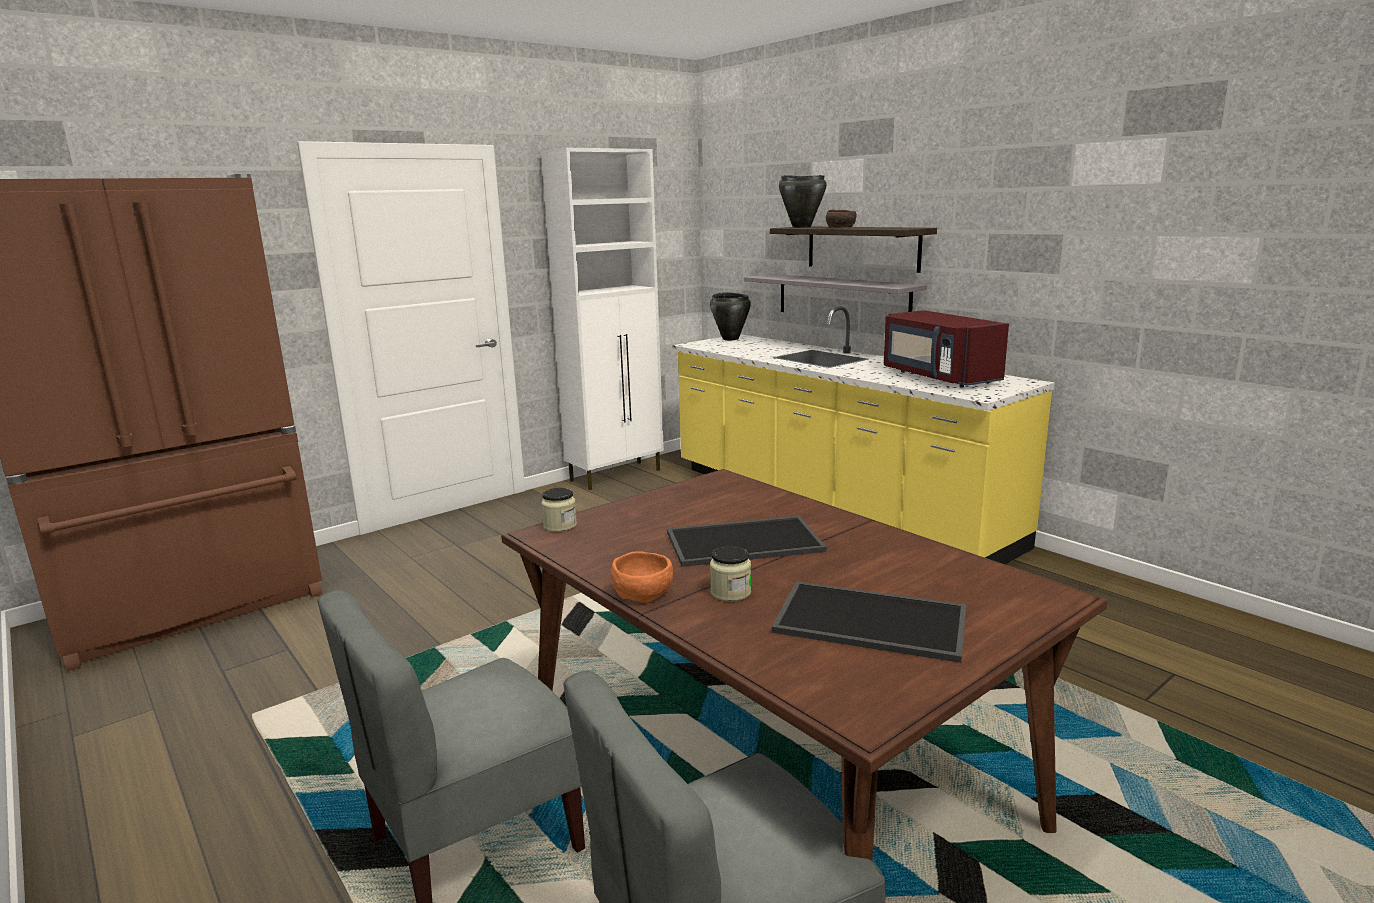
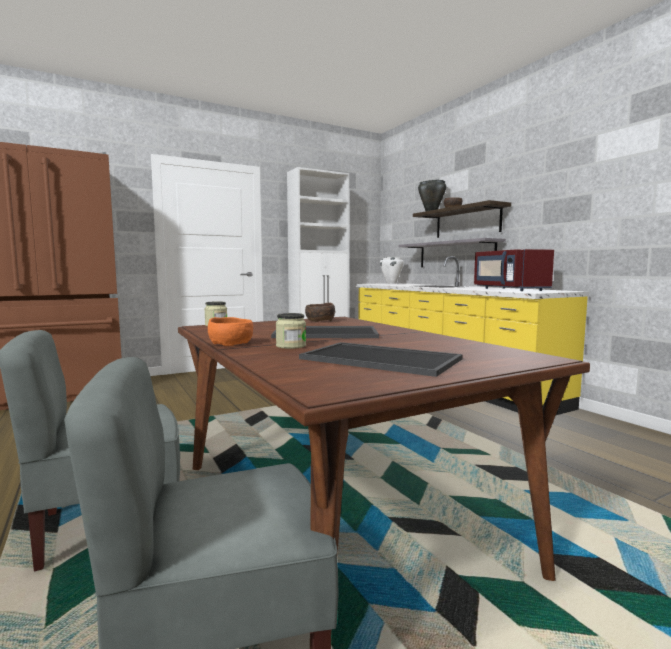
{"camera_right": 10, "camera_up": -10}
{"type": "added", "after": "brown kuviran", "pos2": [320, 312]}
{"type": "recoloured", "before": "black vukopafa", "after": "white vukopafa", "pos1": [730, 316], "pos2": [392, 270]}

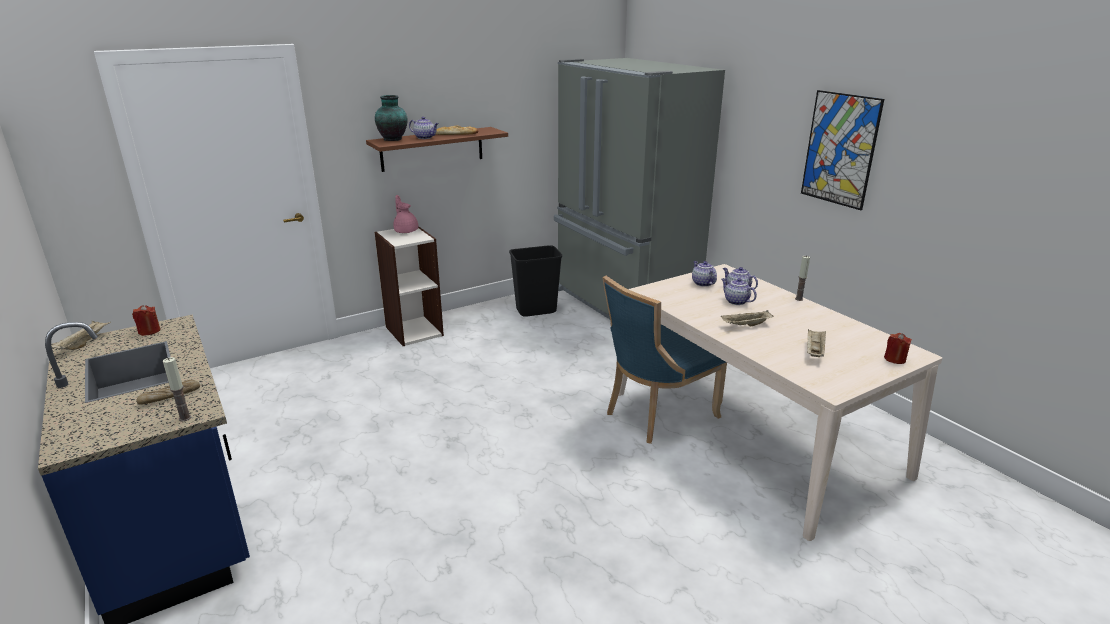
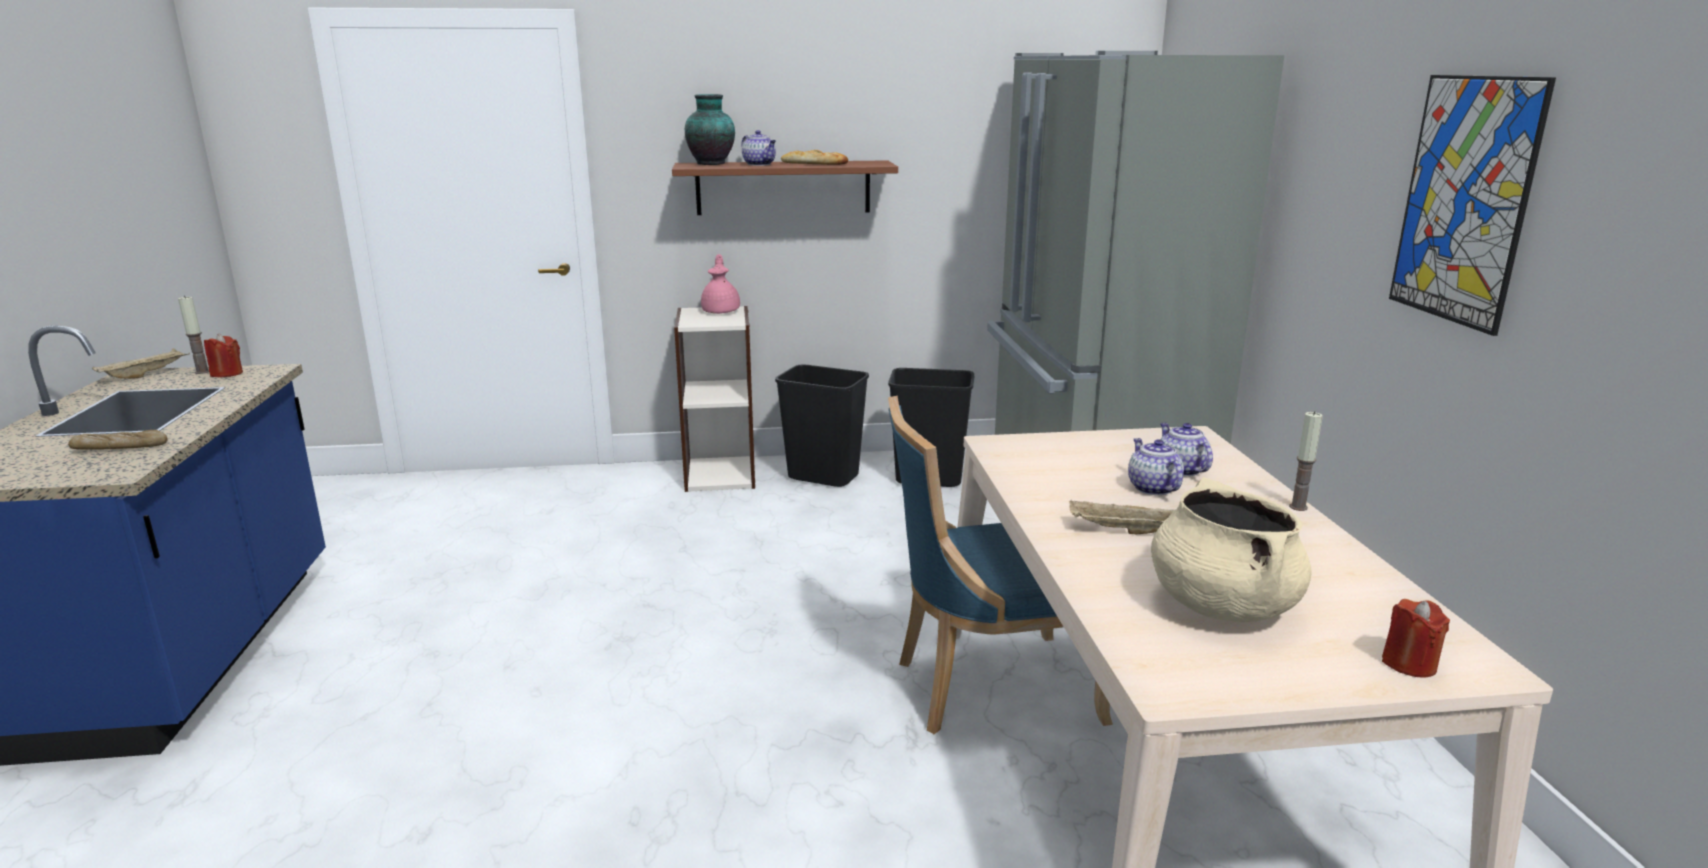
{"camera_right": 25, "camera_up": -5}
{"type": "moved", "before": "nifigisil", "pos1": [177, 389], "pos2": [193, 335]}
{"type": "added", "after": "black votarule", "pos2": [822, 426]}
{"type": "replaced", "before": "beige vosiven", "after": "beige vukopafa", "pos1": [816, 343], "pos2": [1231, 549]}
{"type": "removed", "before": "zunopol", "pos1": [704, 274]}

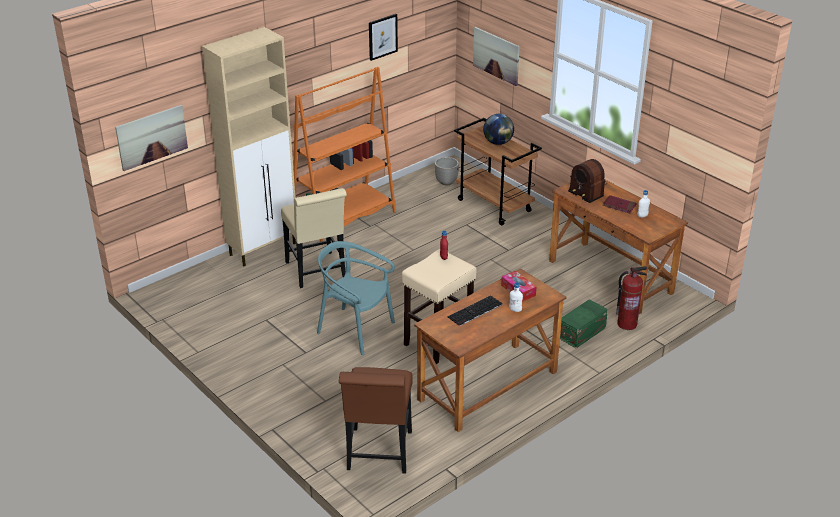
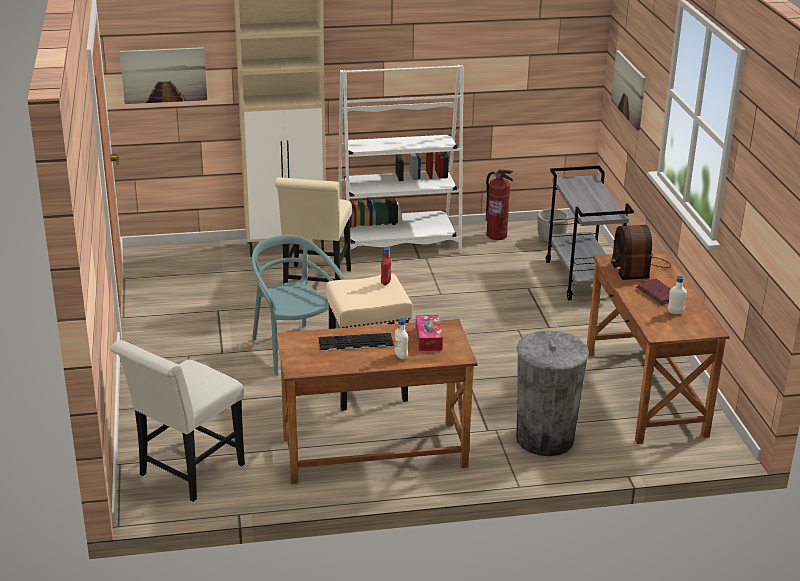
{"camera_right": 30, "camera_up": -5}
{"type": "recoloured", "before": "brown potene", "after": "white potene", "pos1": [376, 420], "pos2": [177, 421]}
{"type": "recoloured", "before": "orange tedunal", "after": "white tedunal", "pos1": [344, 156], "pos2": [400, 159]}
{"type": "moved", "before": "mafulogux", "pos1": [631, 298], "pos2": [499, 204]}
{"type": "replaced", "before": "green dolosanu", "after": "grey votarule", "pos1": [584, 323], "pos2": [552, 393]}
{"type": "recoloured", "before": "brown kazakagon", "after": "grey kazakagon", "pos1": [498, 171], "pos2": [590, 233]}
{"type": "removed", "before": "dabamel", "pos1": [383, 37]}
{"type": "removed", "before": "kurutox", "pos1": [498, 129]}

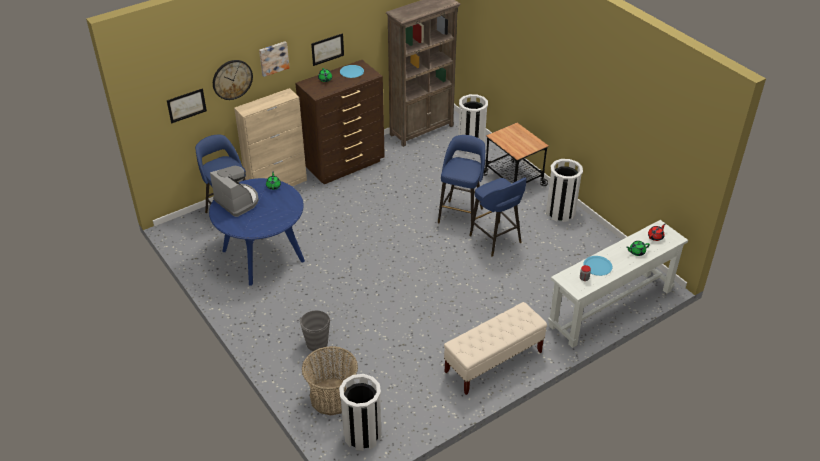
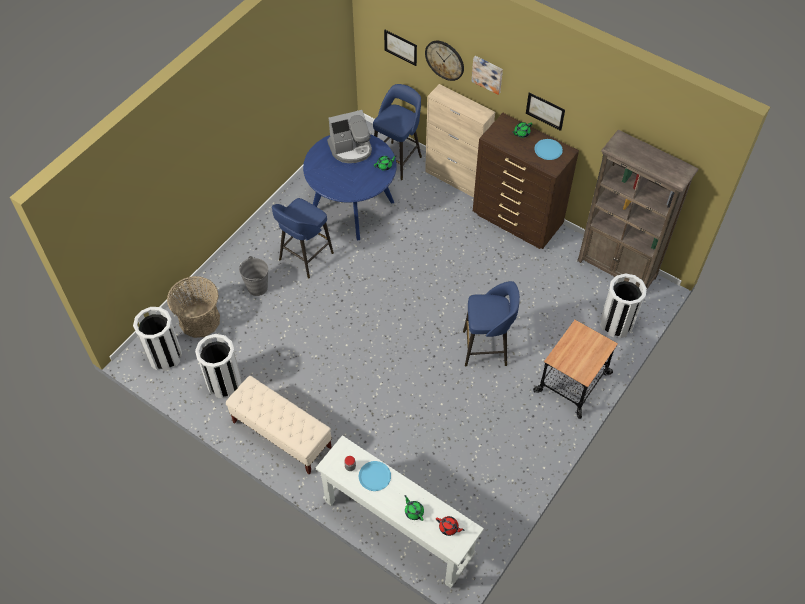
{"camera_right": 70, "camera_up": 15}
{"type": "moved", "before": "white votarule", "pos1": [564, 190], "pos2": [218, 366]}
{"type": "moved", "before": "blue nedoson", "pos1": [498, 217], "pos2": [303, 238]}
{"type": "turned", "before": "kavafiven", "pos1": [234, 191], "pos2": [349, 136], "turn": 45}

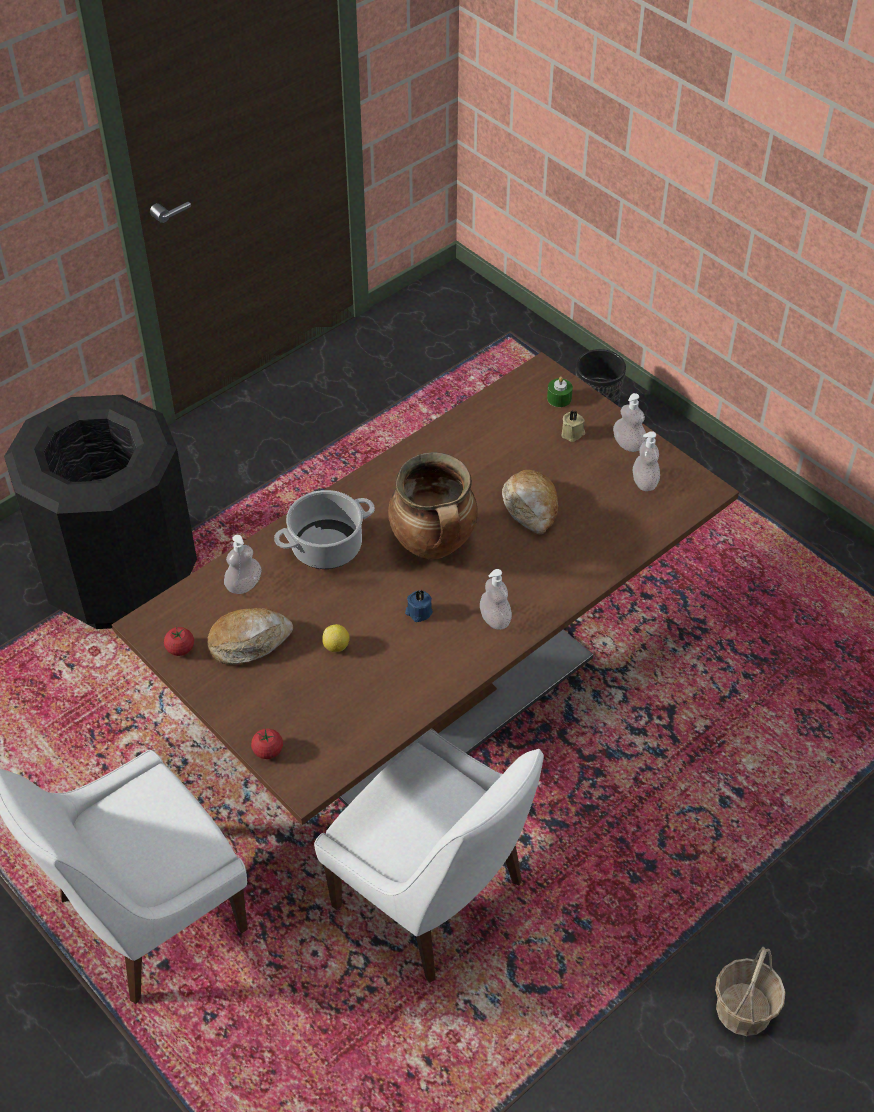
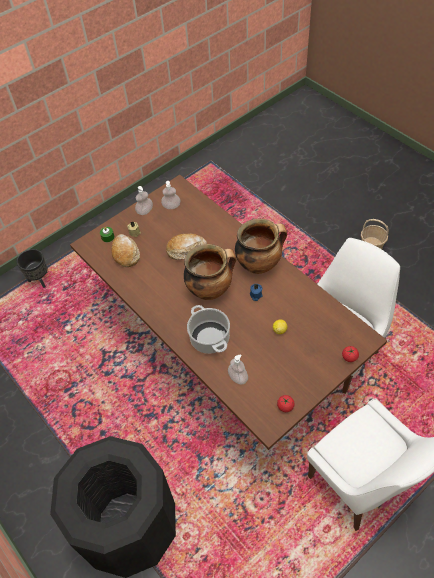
{"camera_right": -85, "camera_up": 5}
{"type": "moved", "before": "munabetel", "pos1": [250, 636], "pos2": [125, 250]}
{"type": "replaced", "before": "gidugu", "after": "vukopafa", "pos1": [496, 599], "pos2": [261, 246]}

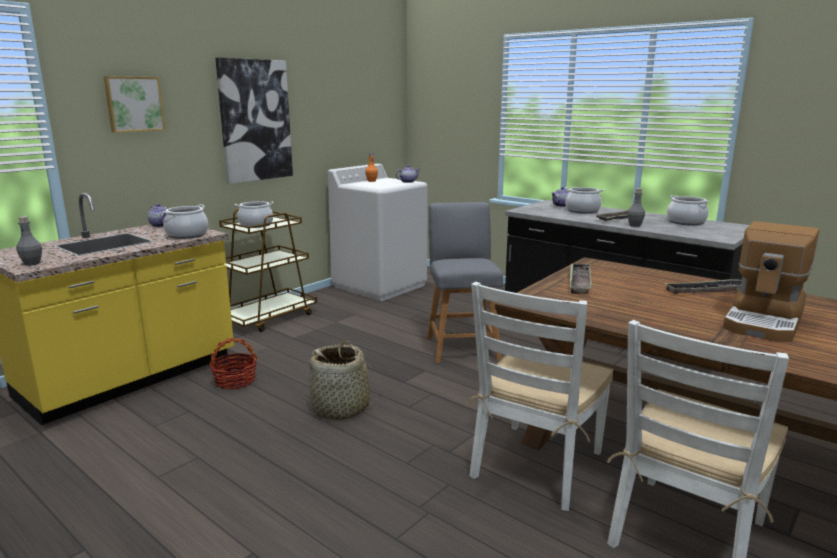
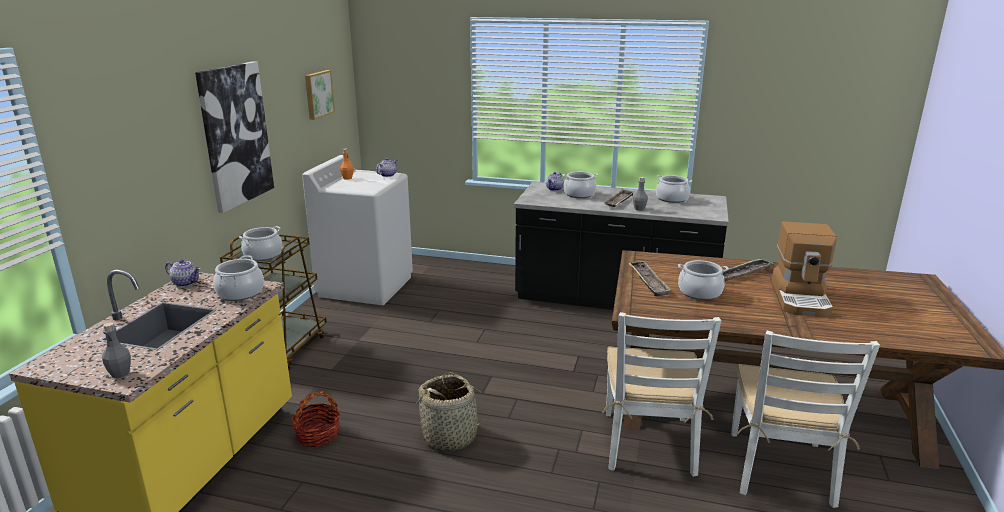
{"camera_right": -25, "camera_up": 5}
{"type": "moved", "before": "dabamel", "pos1": [134, 104], "pos2": [320, 95]}
{"type": "added", "after": "vukopafa", "pos2": [703, 280]}
{"type": "removed", "before": "grey potene", "pos1": [465, 282]}

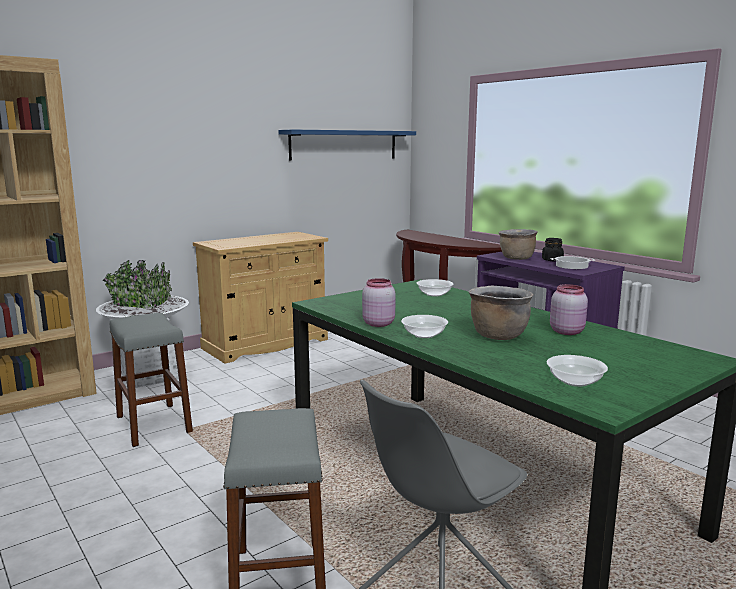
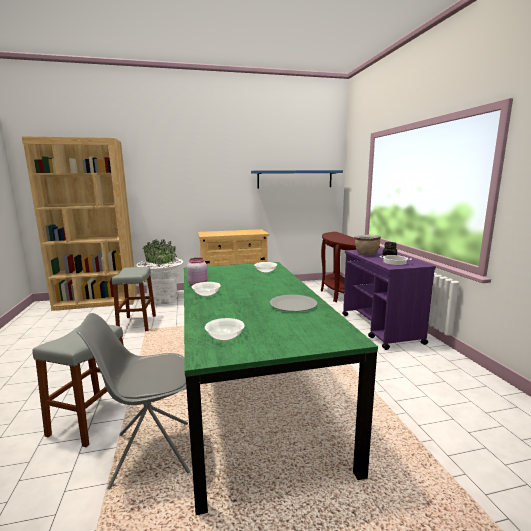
{"camera_right": 25, "camera_up": 0}
{"type": "replaced", "before": "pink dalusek", "after": "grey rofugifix", "pos1": [569, 309], "pos2": [293, 303]}
{"type": "removed", "before": "brown vukopafa", "pos1": [501, 313]}

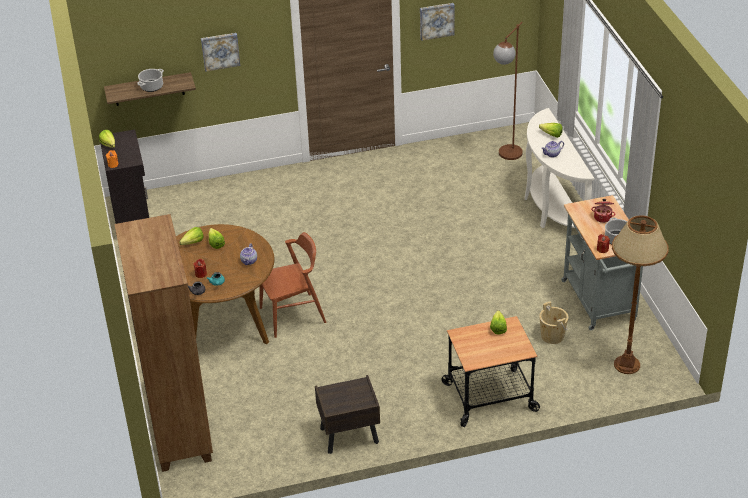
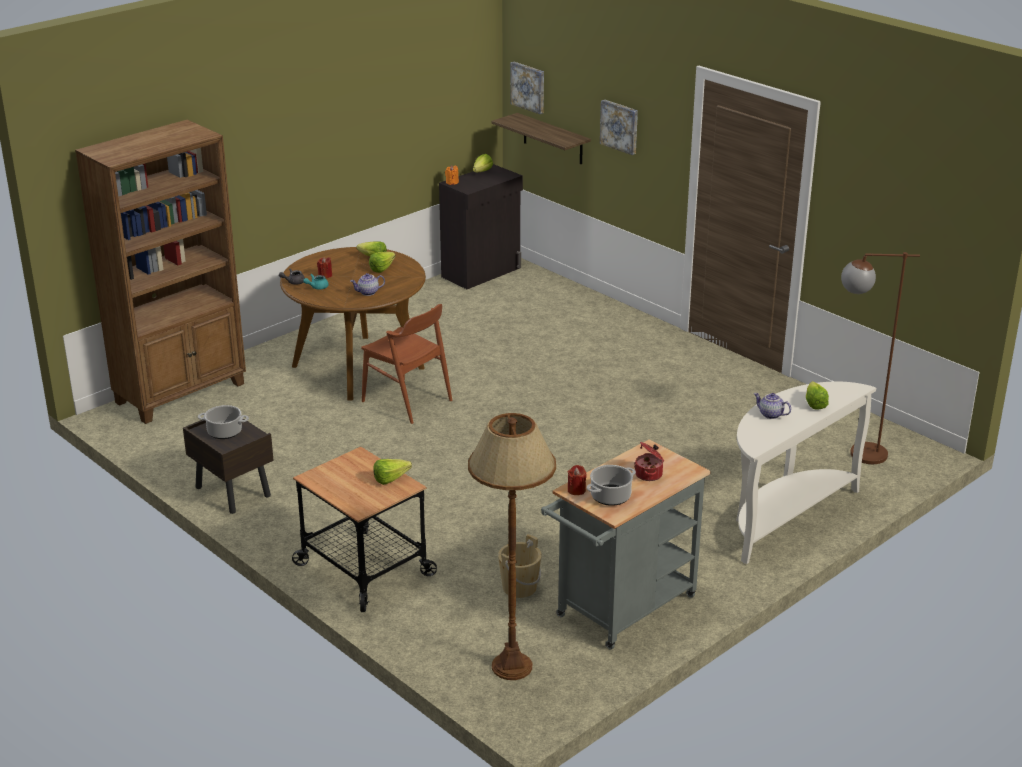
{"camera_right": 60, "camera_up": -10}
{"type": "moved", "before": "vukopafa", "pos1": [150, 80], "pos2": [223, 422]}
{"type": "moved", "before": "dabamel", "pos1": [437, 22], "pos2": [527, 88]}

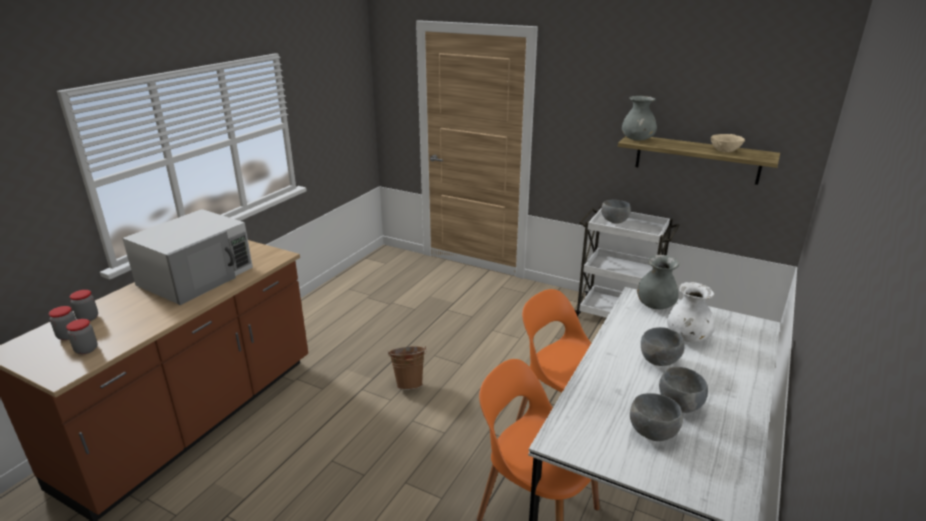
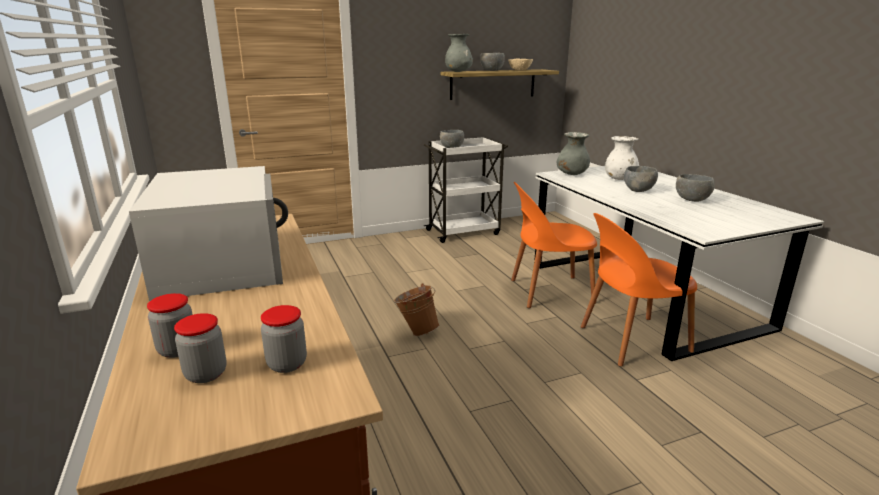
{"camera_right": -50, "camera_up": -5}
{"type": "moved", "before": "grey kuviran", "pos1": [656, 417], "pos2": [492, 62]}

